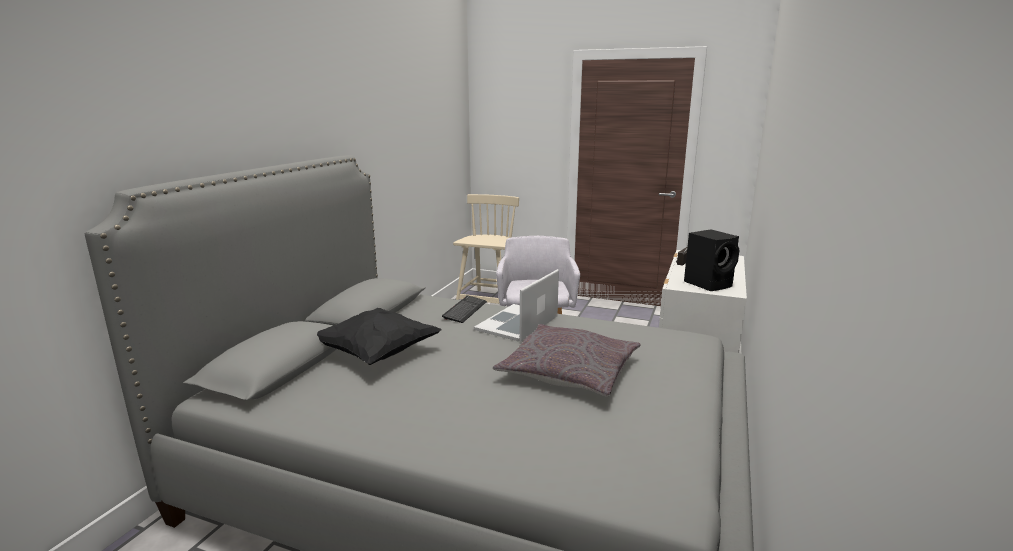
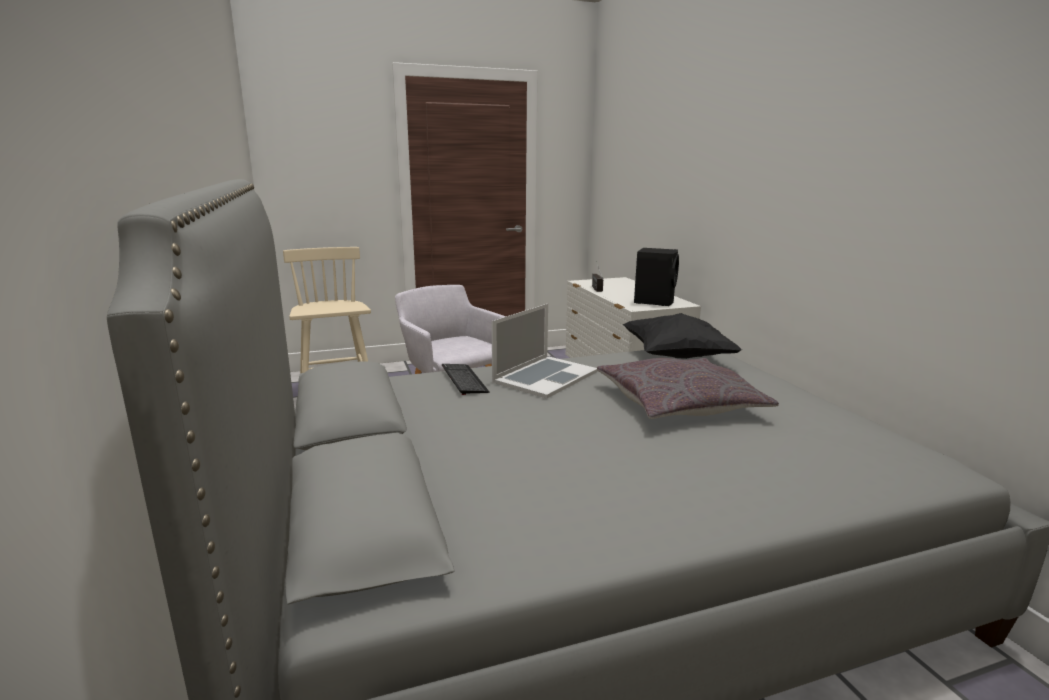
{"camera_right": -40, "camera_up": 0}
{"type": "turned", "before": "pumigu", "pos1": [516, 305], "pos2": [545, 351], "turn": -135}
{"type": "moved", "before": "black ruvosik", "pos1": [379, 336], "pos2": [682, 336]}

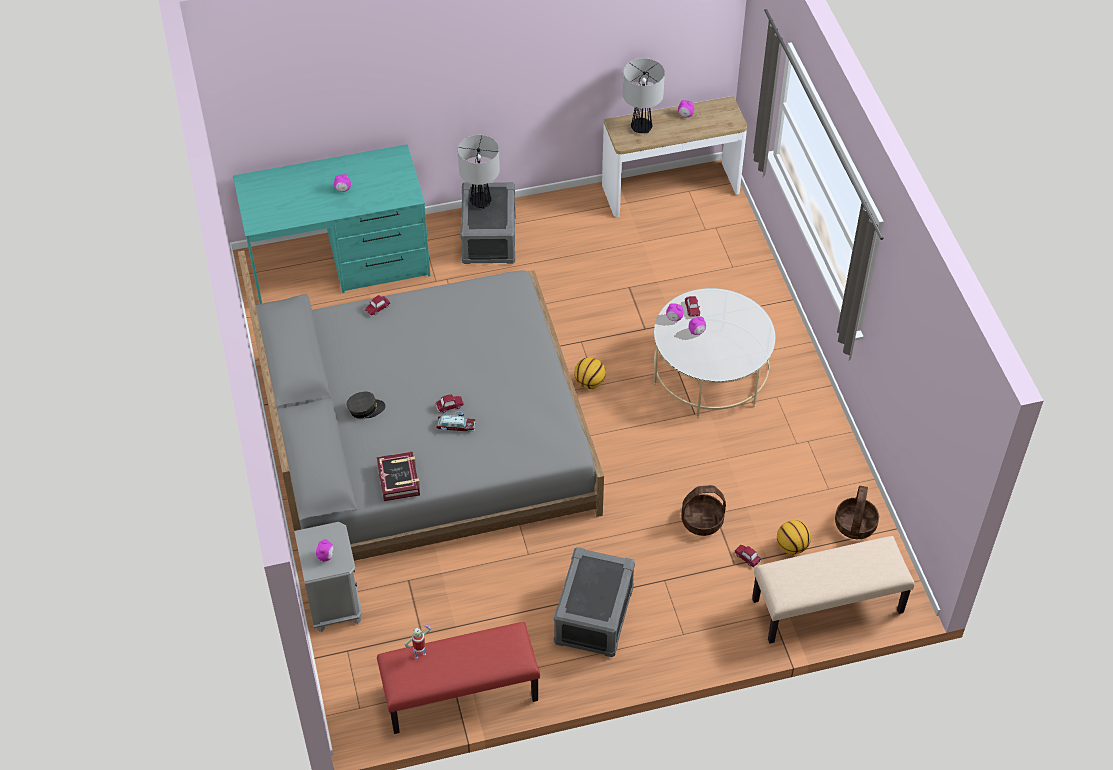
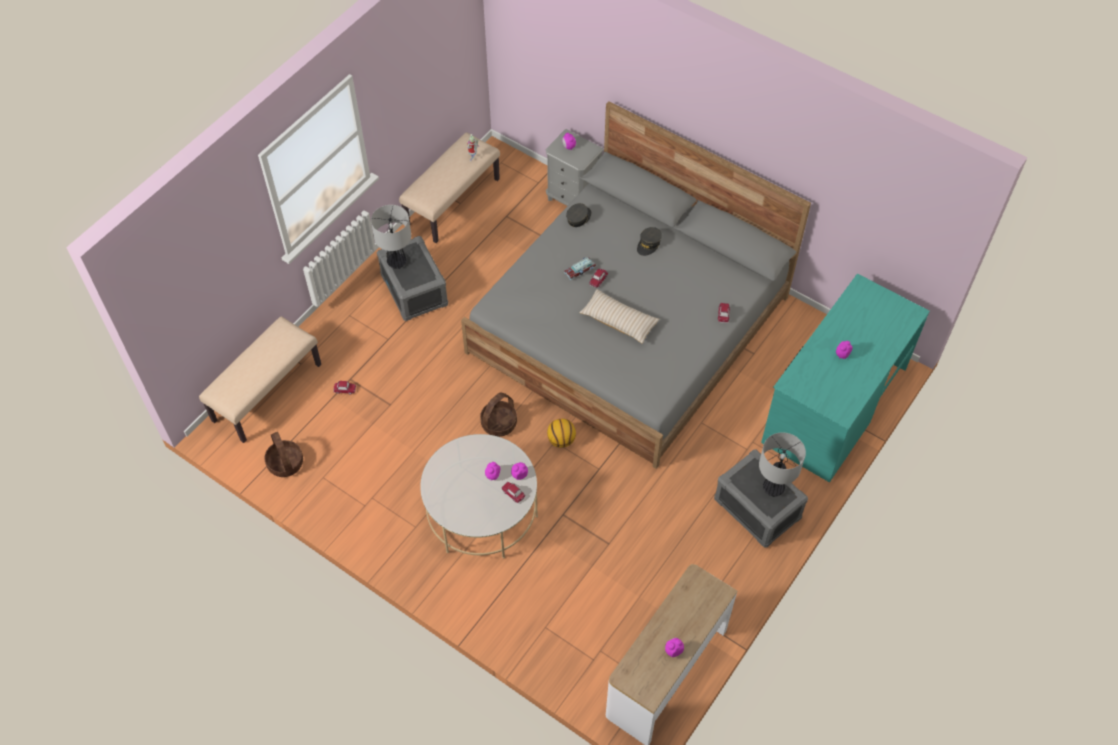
{"camera_right": 140, "camera_up": 5}
{"type": "moved", "before": "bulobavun", "pos1": [644, 95], "pos2": [391, 237]}
{"type": "recoloured", "before": "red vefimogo", "after": "beige vefimogo", "pos1": [458, 678], "pos2": [449, 187]}
{"type": "moved", "before": "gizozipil", "pos1": [703, 510], "pos2": [498, 414]}
{"type": "replaced", "before": "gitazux", "after": "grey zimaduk", "pos1": [398, 476], "pos2": [578, 215]}
{"type": "added", "after": "beige ruvosik", "pos2": [619, 316]}
{"type": "removed", "before": "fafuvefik", "pos1": [794, 537]}

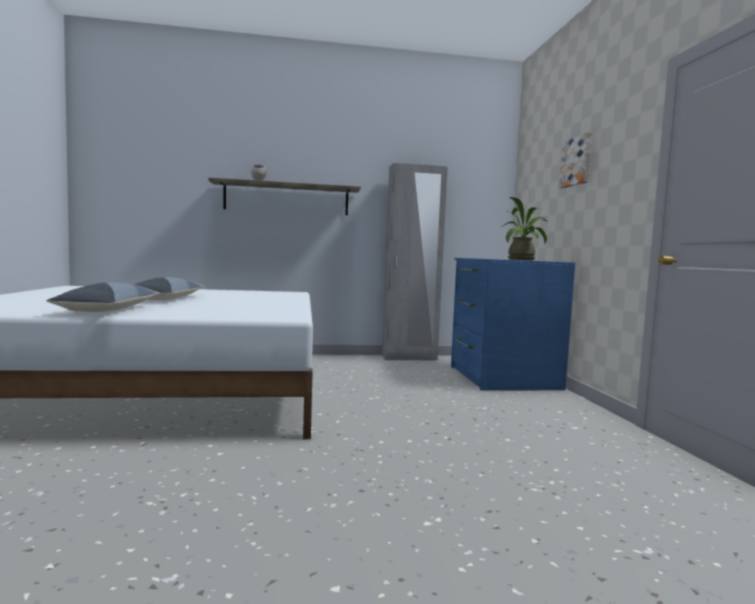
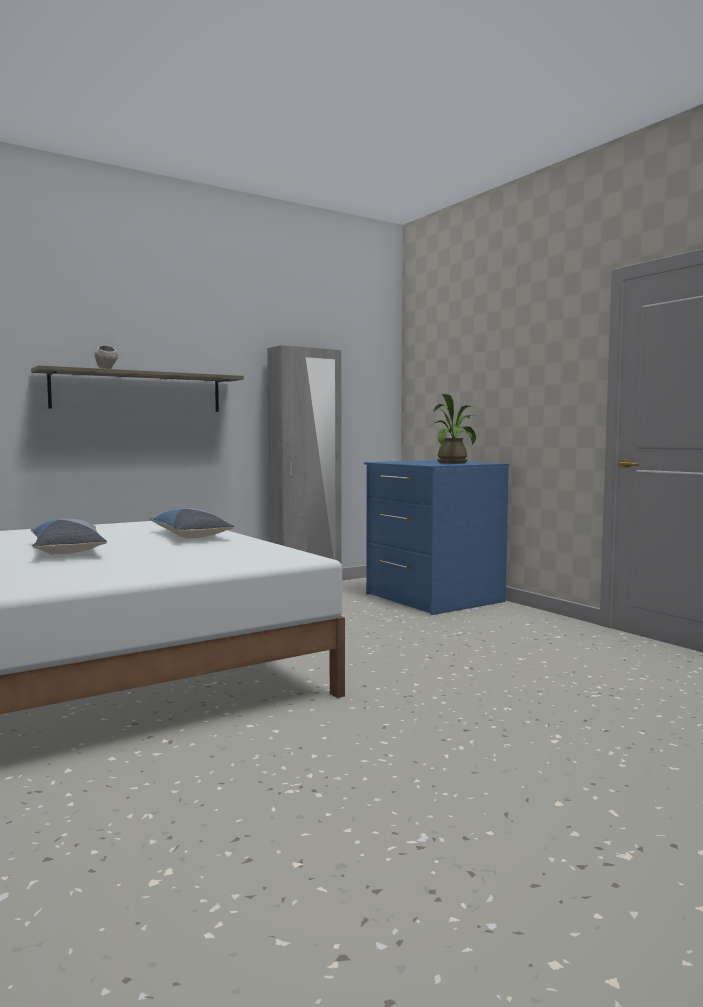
{"camera_right": -25, "camera_up": 0}
{"type": "moved", "before": "ruvosik", "pos1": [102, 297], "pos2": [192, 523]}
{"type": "removed", "before": "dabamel", "pos1": [575, 160]}

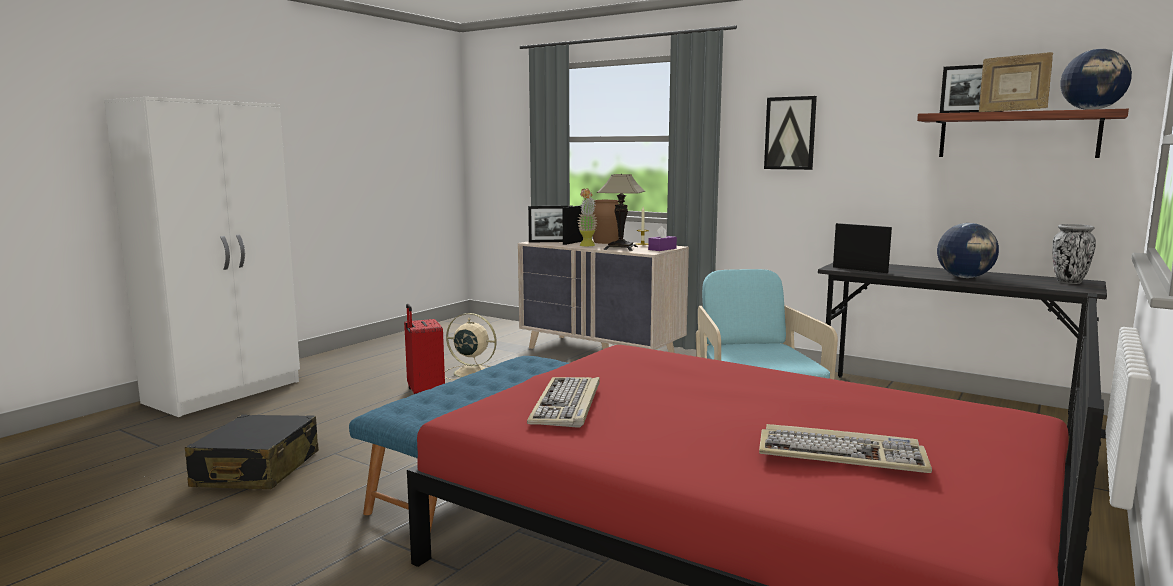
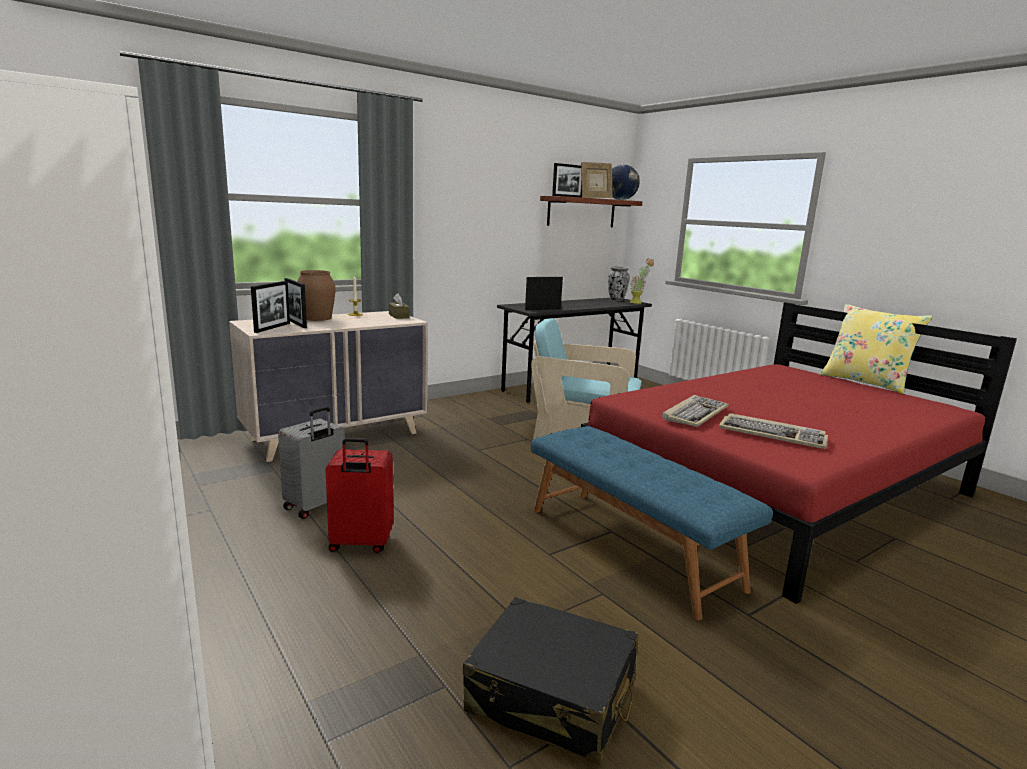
{"camera_right": -70, "camera_up": 5}
{"type": "replaced", "before": "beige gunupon", "after": "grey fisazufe", "pos1": [471, 346], "pos2": [311, 463]}
{"type": "recoloured", "before": "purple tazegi", "after": "brown tazegi", "pos1": [662, 238], "pos2": [399, 306]}
{"type": "moved", "before": "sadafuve", "pos1": [587, 217], "pos2": [642, 281]}
{"type": "moved", "before": "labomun", "pos1": [845, 448], "pos2": [695, 411]}
{"type": "added", "after": "yellow ruvosik", "pos2": [876, 349]}
{"type": "removed", "before": "bulobavun", "pos1": [620, 212]}
{"type": "removed", "before": "dabamel", "pos1": [790, 133]}
{"type": "removed", "before": "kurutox", "pos1": [968, 250]}

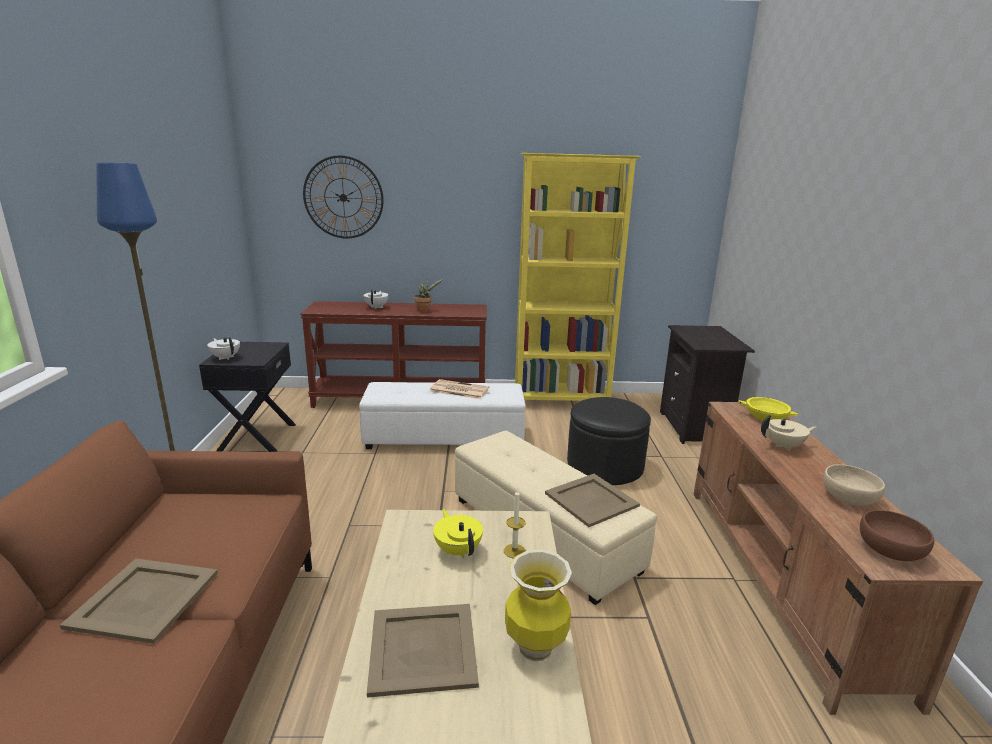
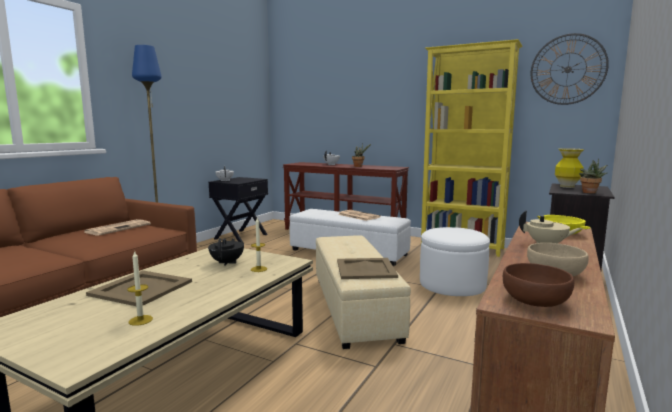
{"camera_right": 30, "camera_up": -10}
{"type": "added", "after": "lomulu", "pos2": [117, 227]}
{"type": "added", "after": "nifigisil", "pos2": [140, 288]}
{"type": "recoloured", "before": "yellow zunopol", "after": "black zunopol", "pos1": [458, 533], "pos2": [226, 252]}
{"type": "recoloured", "before": "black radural", "after": "white radural", "pos1": [609, 441], "pos2": [455, 261]}
{"type": "moved", "before": "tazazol", "pos1": [343, 197], "pos2": [570, 69]}
{"type": "moved", "before": "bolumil", "pos1": [538, 605], "pos2": [569, 168]}
{"type": "added", "after": "sadafuve", "pos2": [593, 176]}
{"type": "removed", "before": "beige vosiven", "pos1": [139, 601]}

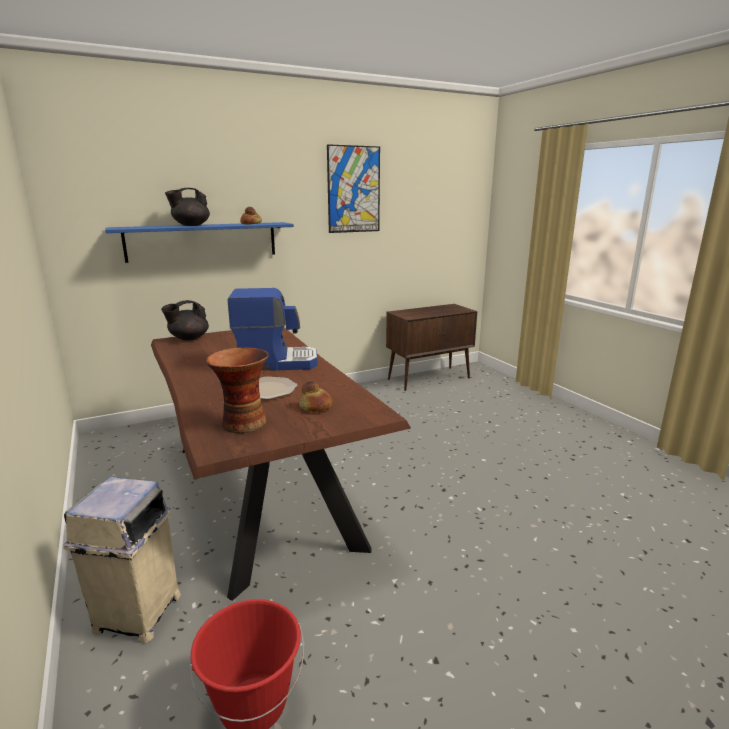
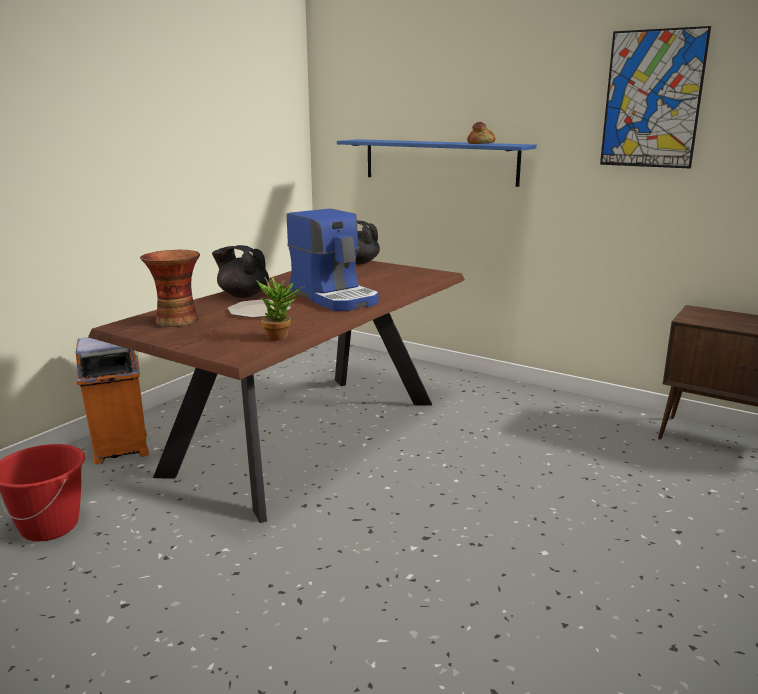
{"camera_right": 60, "camera_up": 0}
{"type": "recoloured", "before": "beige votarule", "after": "orange votarule", "pos1": [122, 560], "pos2": [112, 400]}
{"type": "moved", "before": "black zunopol", "pos1": [187, 207], "pos2": [240, 271]}
{"type": "added", "after": "sadafuve", "pos2": [280, 309]}
{"type": "removed", "before": "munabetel", "pos1": [316, 396]}

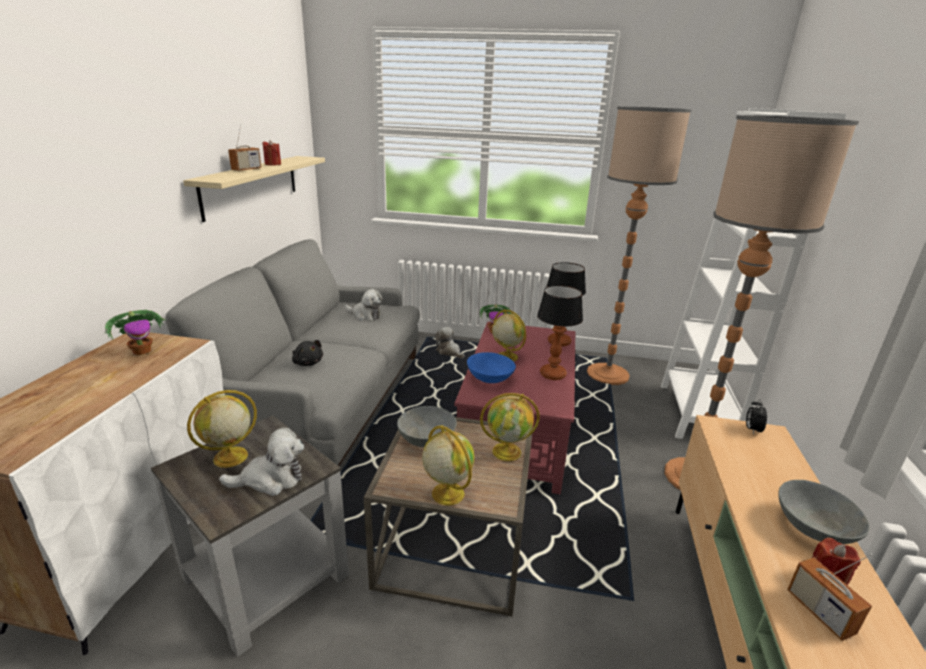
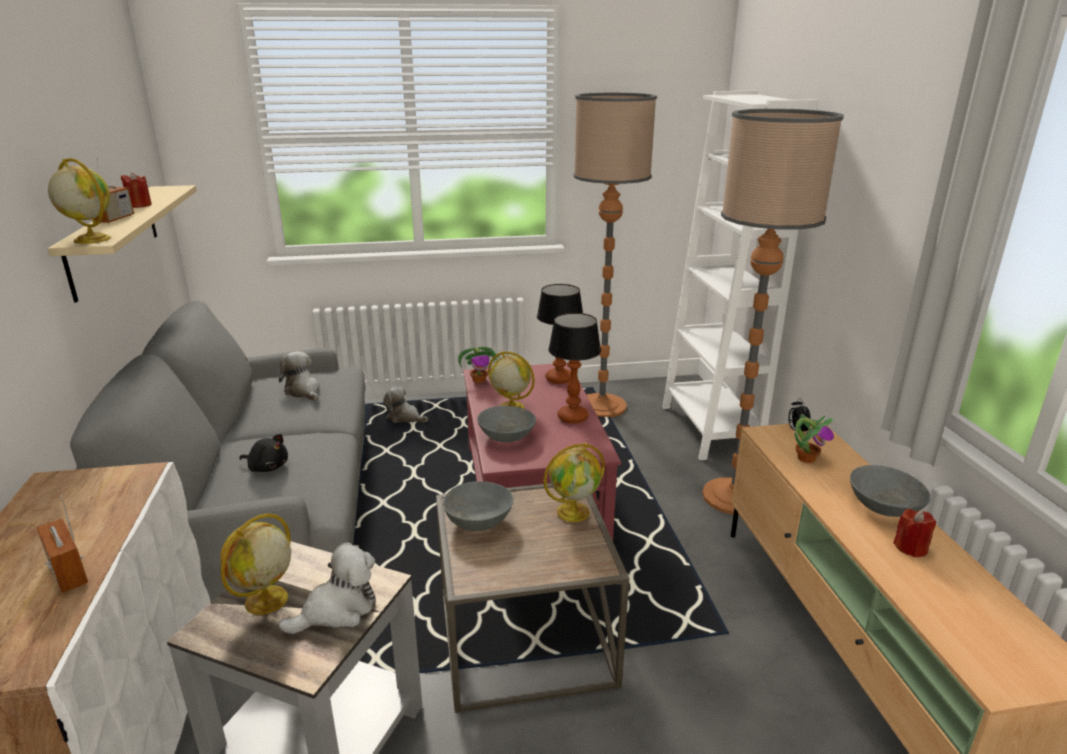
{"camera_right": -20, "camera_up": 0}
{"type": "moved", "before": "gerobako", "pos1": [829, 597], "pos2": [62, 544]}
{"type": "moved", "before": "kurutox", "pos1": [448, 465], "pos2": [79, 201]}
{"type": "turned", "before": "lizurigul", "pos1": [364, 305], "pos2": [299, 376], "turn": -135}
{"type": "recoloured", "before": "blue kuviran", "after": "grey kuviran", "pos1": [491, 367], "pos2": [506, 424]}
{"type": "moved", "before": "sadafuve", "pos1": [135, 332], "pos2": [814, 438]}

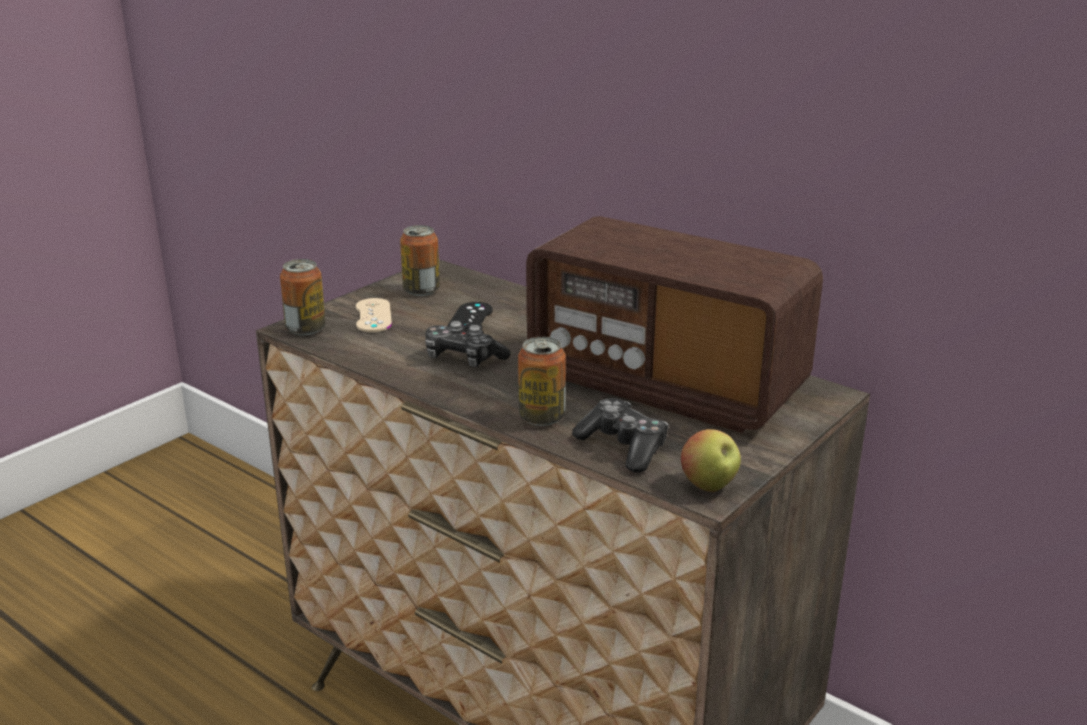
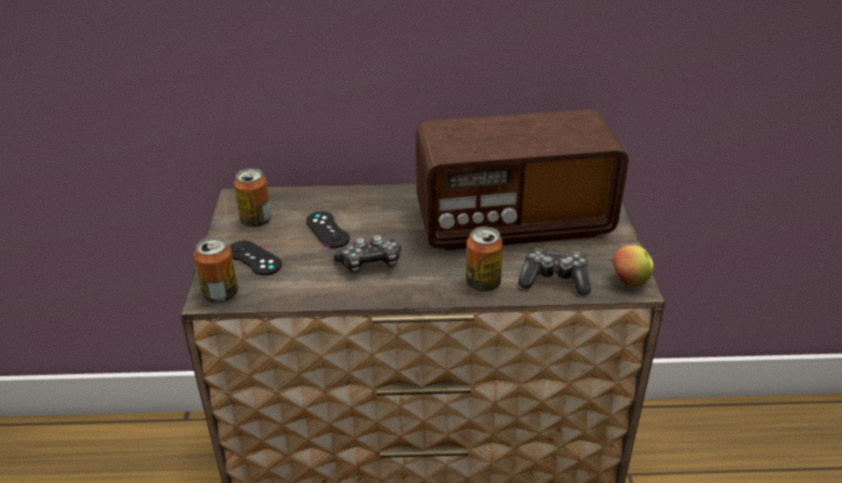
{"camera_right": -40, "camera_up": 10}
{"type": "recoloured", "before": "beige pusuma", "after": "black pusuma", "pos1": [374, 315], "pos2": [256, 258]}

